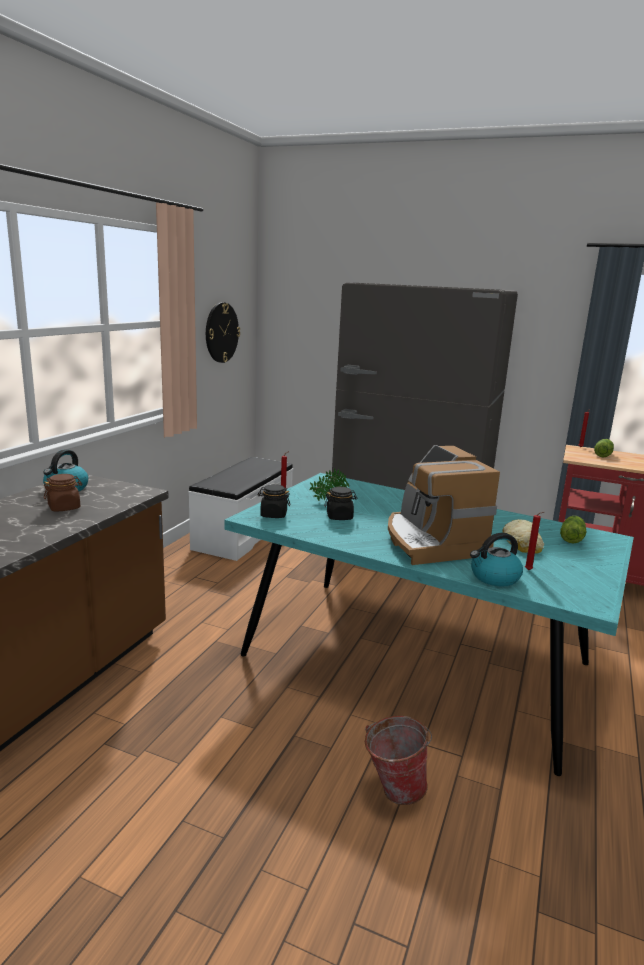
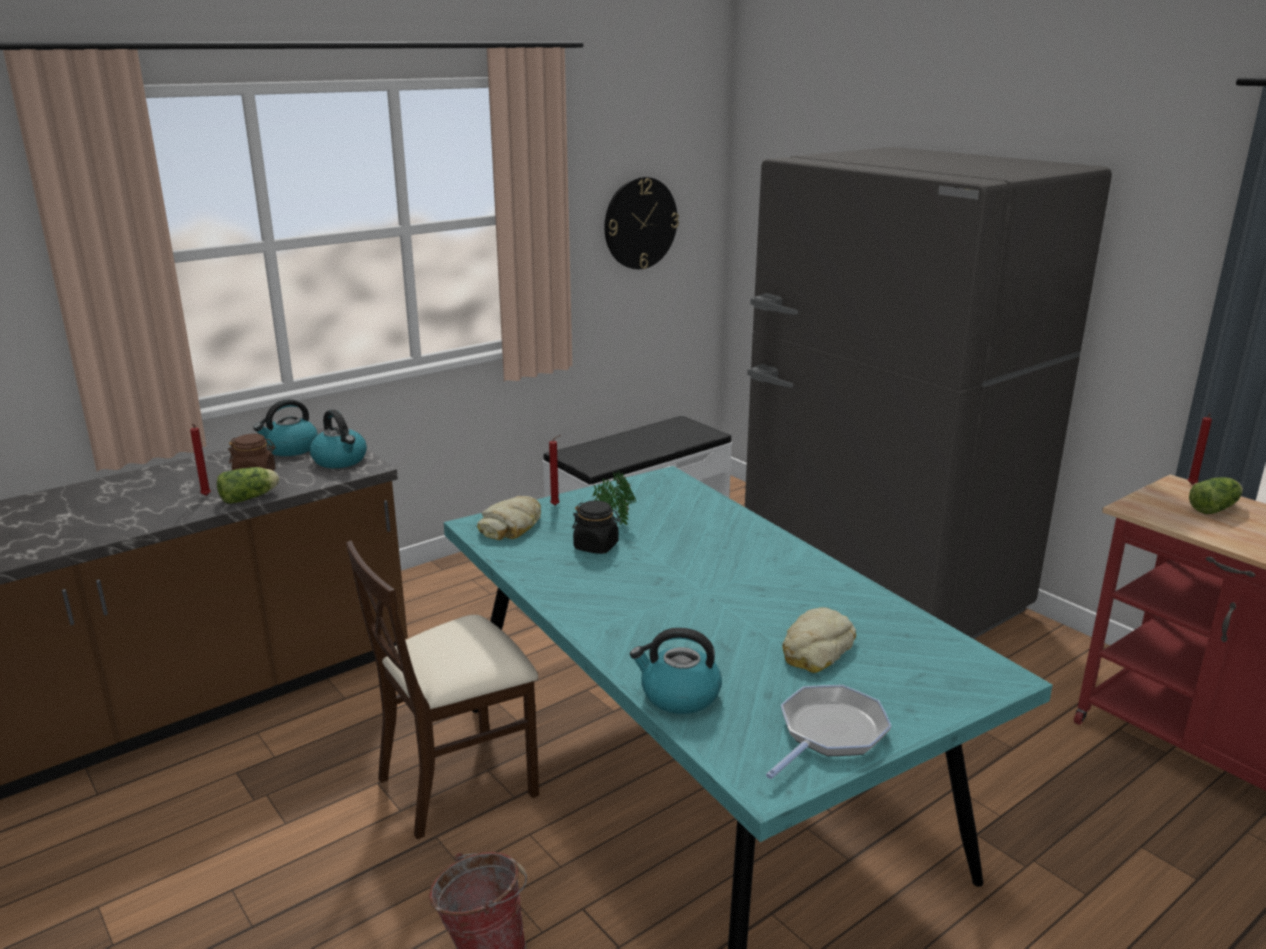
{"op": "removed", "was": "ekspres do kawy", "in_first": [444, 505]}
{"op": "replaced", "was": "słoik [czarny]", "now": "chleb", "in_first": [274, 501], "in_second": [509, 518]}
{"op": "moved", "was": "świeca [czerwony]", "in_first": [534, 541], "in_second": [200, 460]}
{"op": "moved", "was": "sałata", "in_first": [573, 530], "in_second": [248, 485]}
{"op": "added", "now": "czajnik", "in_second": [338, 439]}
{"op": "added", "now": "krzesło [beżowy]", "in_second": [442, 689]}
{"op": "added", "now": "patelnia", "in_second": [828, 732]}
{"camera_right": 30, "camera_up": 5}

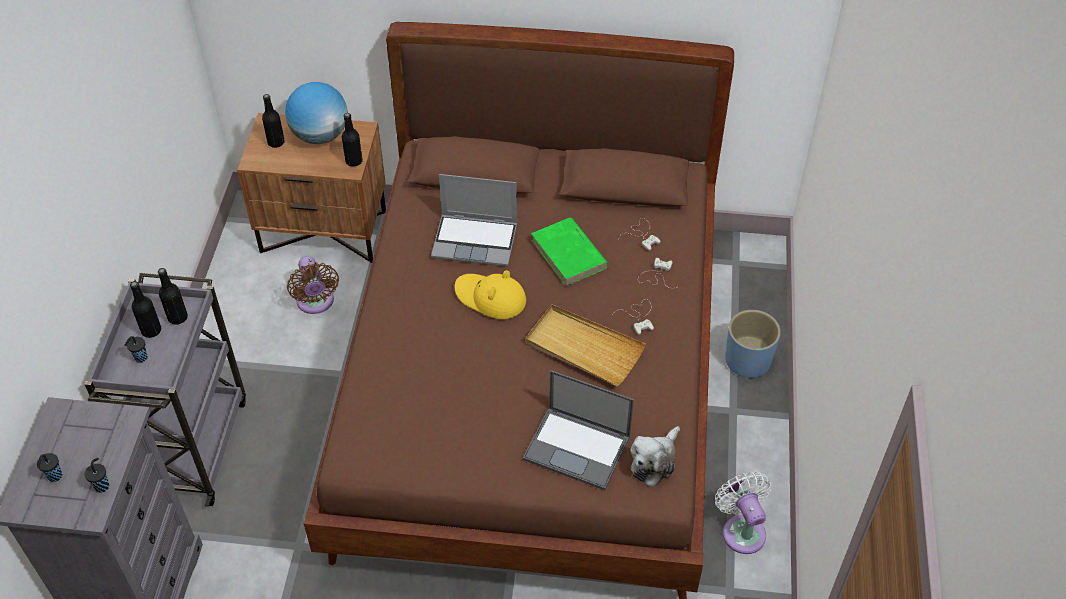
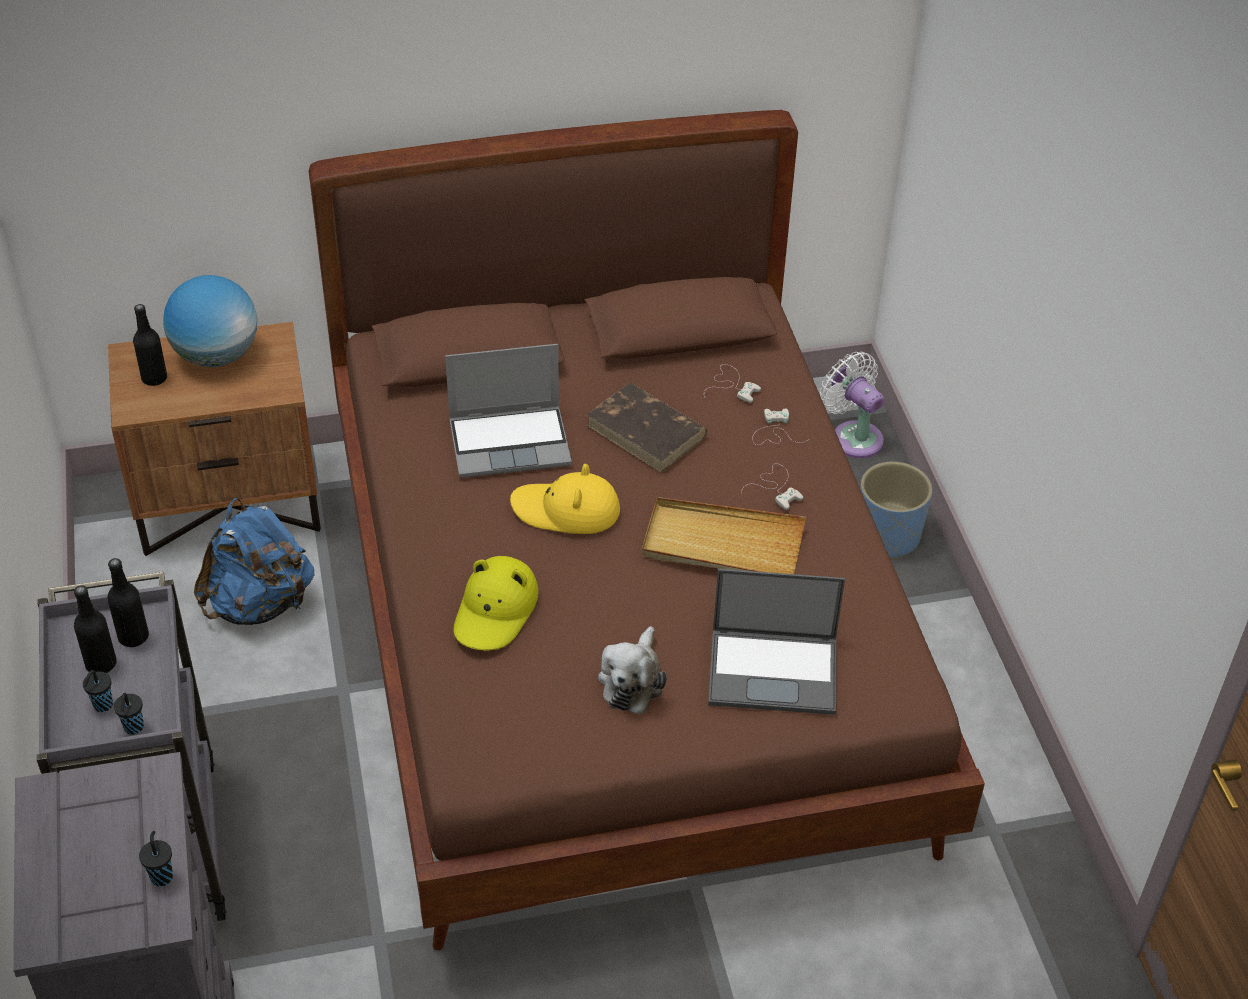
{"op": "removed", "was": "butelka [czarny]", "in_first": [352, 140]}
{"op": "recoloured", "was": "książka [zielony]", "now": "książka [brązowy]", "in_first": [570, 252], "in_second": [647, 428]}
{"op": "replaced", "was": "wentylator [brązowy]", "now": "plecak [niebieski]", "in_first": [313, 285], "in_second": [254, 561]}
{"op": "moved", "was": "pluszak", "in_first": [655, 456], "in_second": [632, 670]}
{"op": "moved", "was": "filiżanka [czarny]", "in_first": [49, 467], "in_second": [129, 714]}
{"op": "moved", "was": "wentylator [biały]", "in_first": [743, 513], "in_second": [852, 405]}
{"op": "added", "now": "kapelusz [żółty]", "in_second": [496, 603]}
{"camera_right": -20, "camera_up": -5}

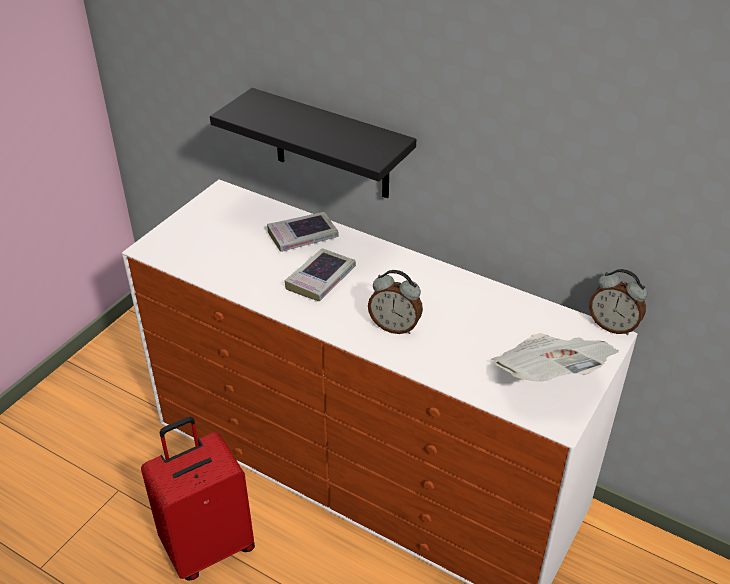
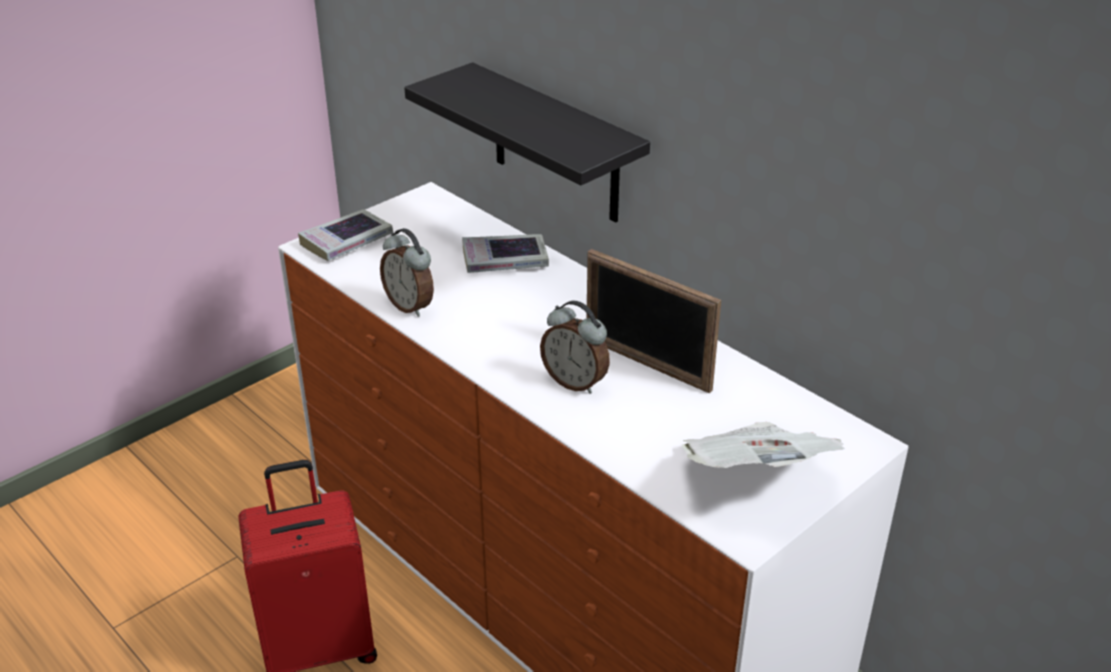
{"op": "moved", "was": "książka", "in_first": [320, 274], "in_second": [345, 235]}
{"op": "moved", "was": "budzik", "in_first": [618, 302], "in_second": [407, 272]}
{"op": "added", "now": "ramka na zdjęcie", "in_second": [653, 321]}
{"camera_right": 15, "camera_up": -5}

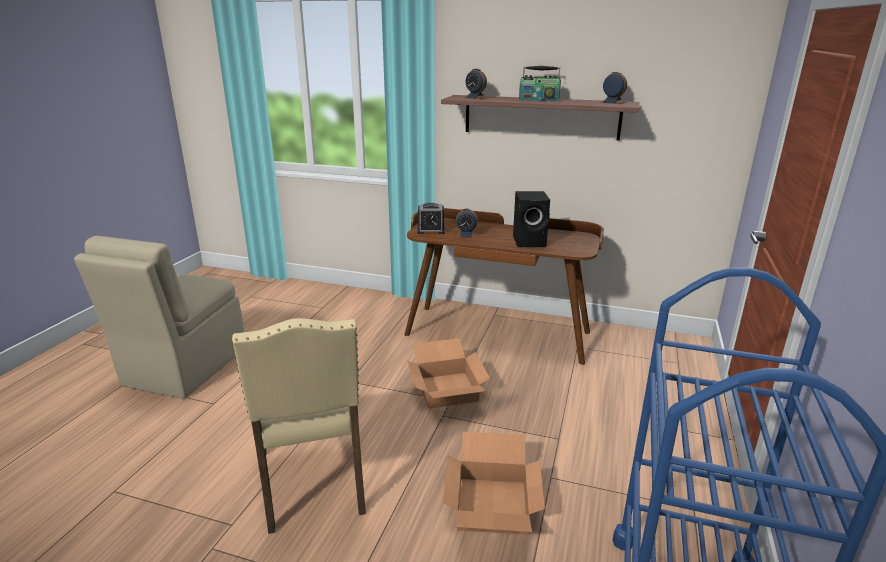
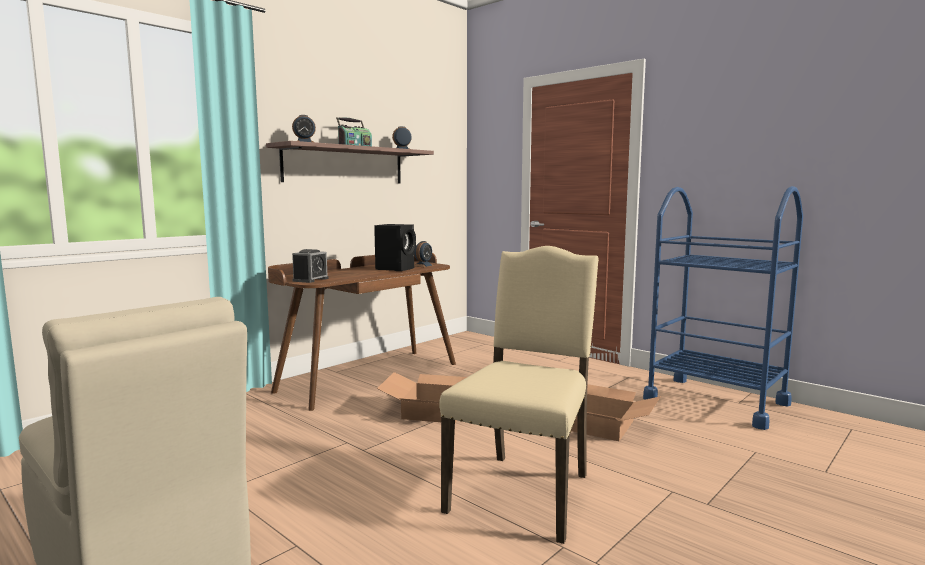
{"op": "moved", "was": "budzik", "in_first": [467, 223], "in_second": [424, 254]}
{"op": "turned", "was": "krzesło [beżowy]", "in_first": [299, 426], "in_second": [519, 395], "clockwise": -75}
{"camera_right": -65, "camera_up": -15}

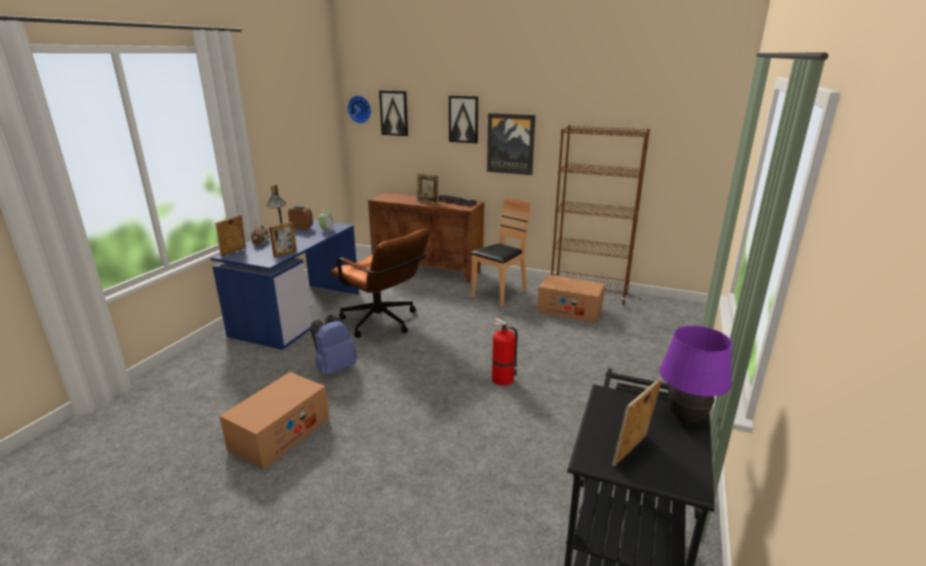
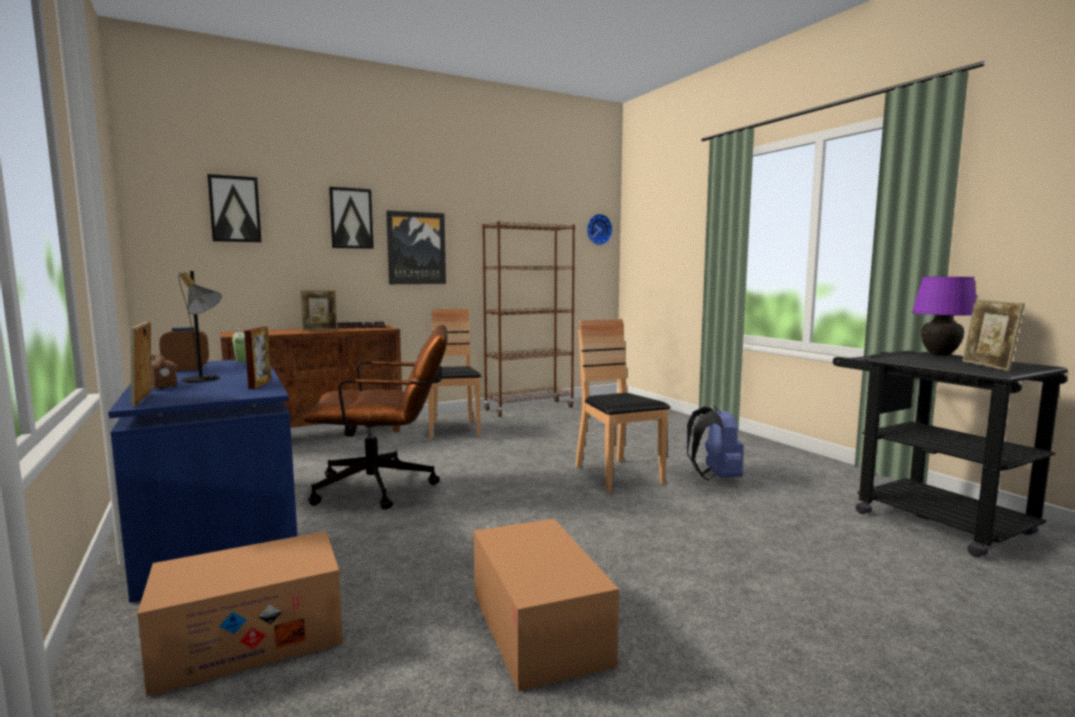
{"op": "moved", "was": "zegar ścienny", "in_first": [359, 109], "in_second": [600, 230]}
{"op": "moved", "was": "karton", "in_first": [571, 299], "in_second": [240, 614]}
{"op": "moved", "was": "plecak [niebieski]", "in_first": [334, 345], "in_second": [715, 443]}
{"op": "replaced", "was": "gaśnica", "now": "krzesło [brązowy]", "in_first": [505, 352], "in_second": [622, 406]}
{"camera_right": -50, "camera_up": -15}

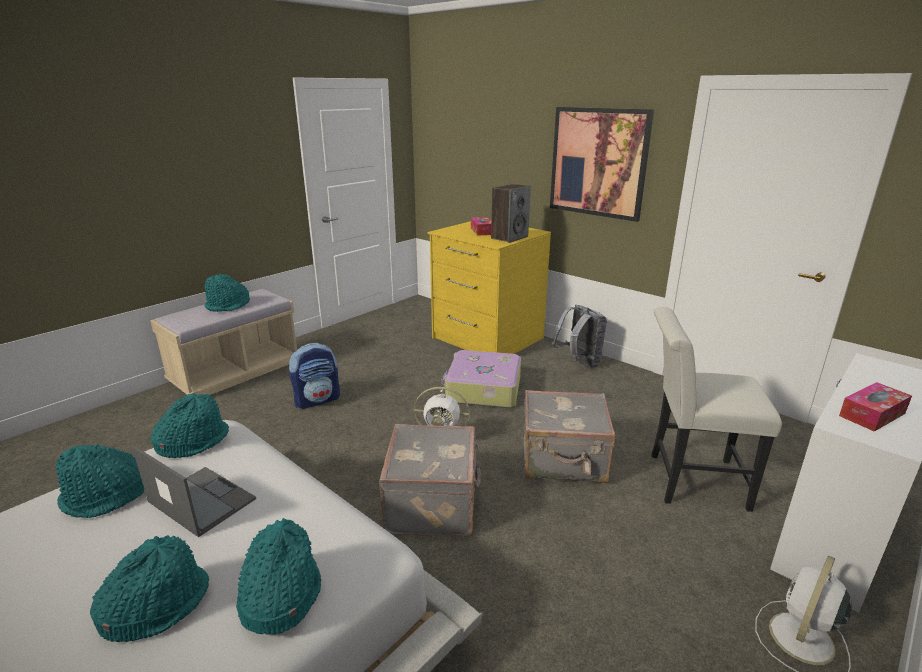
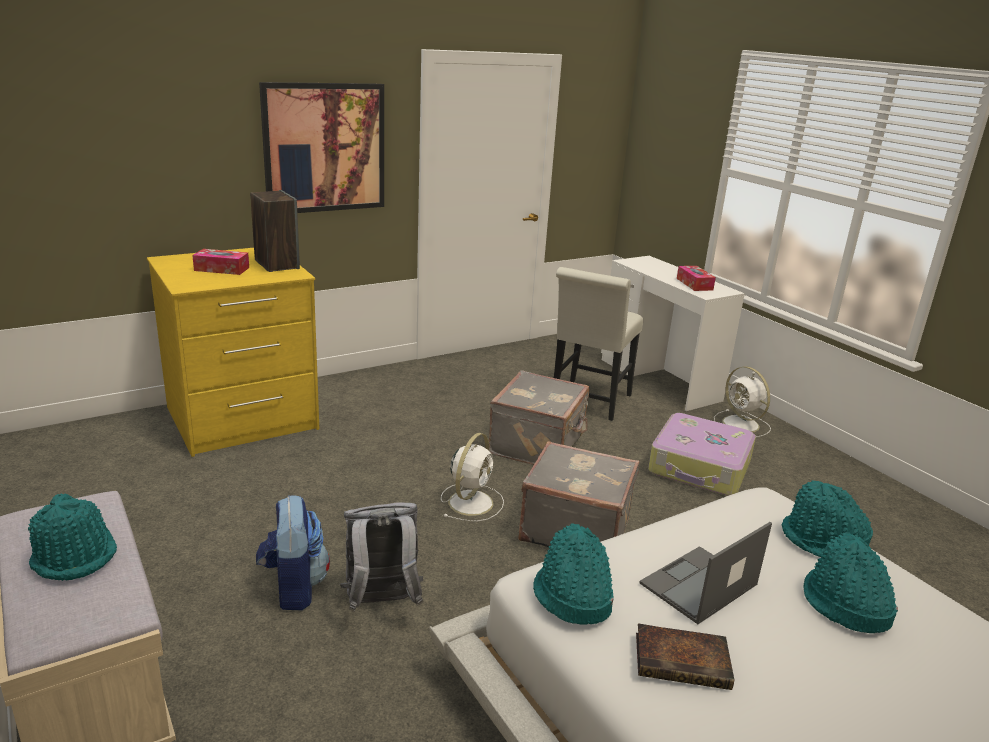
{"op": "moved", "was": "plecak [szary]", "in_first": [579, 336], "in_second": [381, 557]}
{"op": "moved", "was": "walizka", "in_first": [481, 379], "in_second": [702, 454]}
{"op": "replaced", "was": "kapelusz [turkusowy]", "now": "książka", "in_first": [100, 481], "in_second": [685, 656]}
{"camera_right": -75, "camera_up": 0}

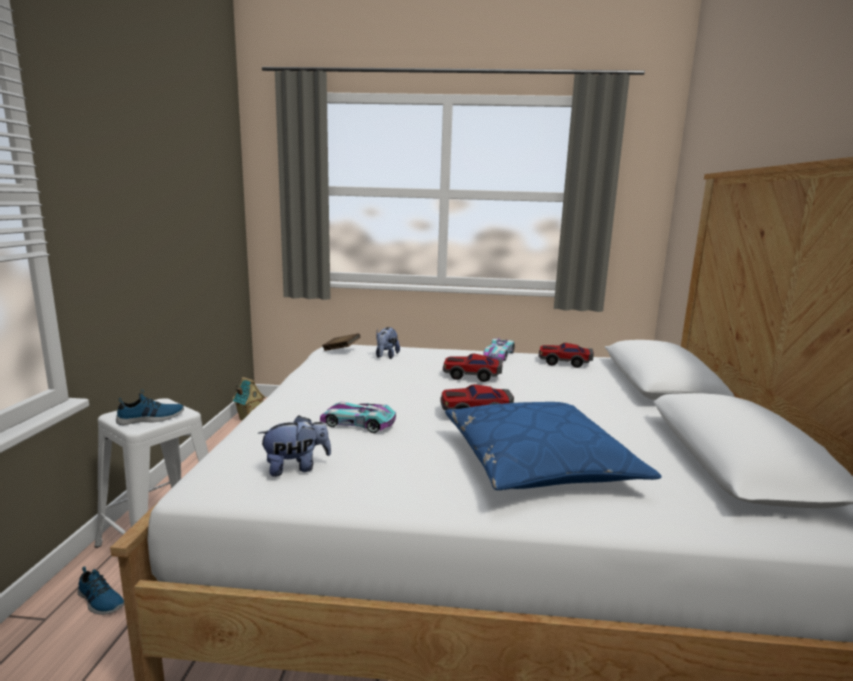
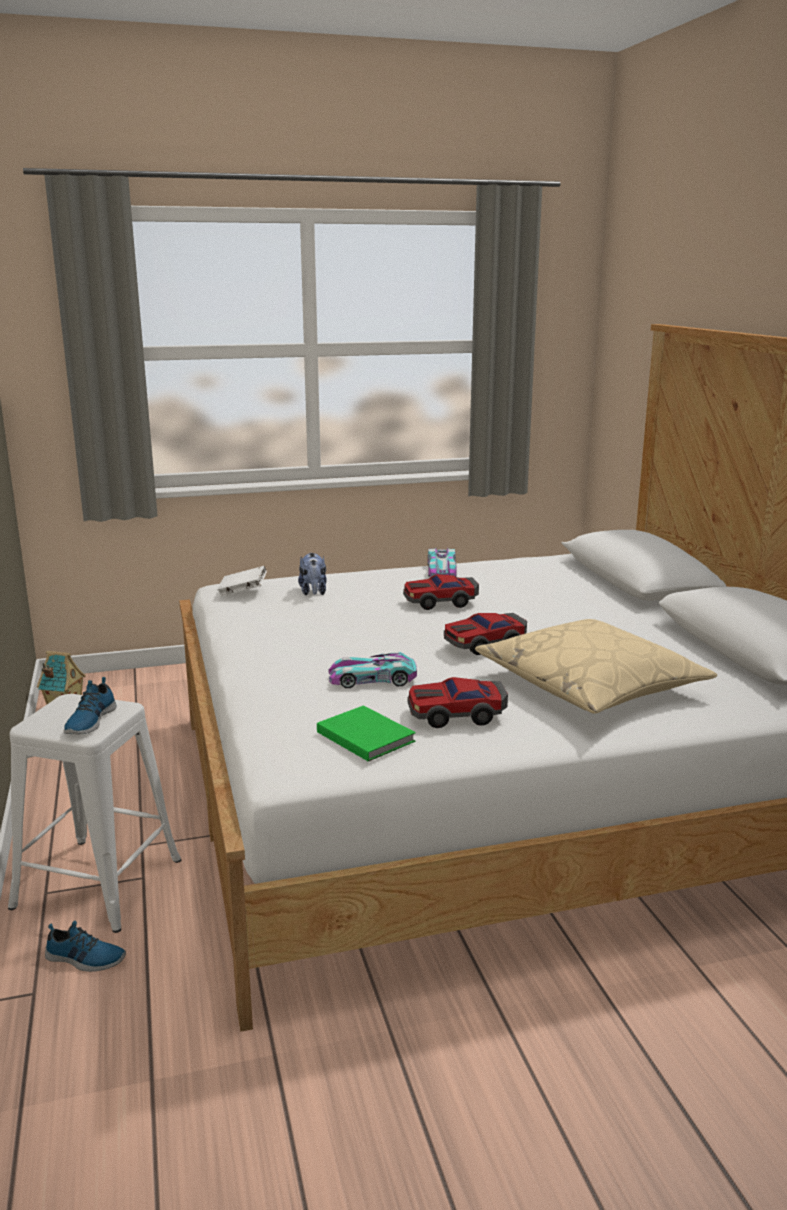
{"op": "recoloured", "was": "książka [brązowy]", "now": "książka [biały]", "in_first": [341, 342], "in_second": [242, 581]}
{"op": "moved", "was": "samochodzik", "in_first": [566, 355], "in_second": [458, 702]}
{"op": "turned", "was": "but", "in_first": [150, 407], "in_second": [90, 705], "clockwise": 150}
{"op": "recoloured", "was": "poduszka [niebieski]", "now": "poduszka [beżowy]", "in_first": [553, 446], "in_second": [596, 666]}
{"op": "replaced", "was": "pluszak", "now": "książka [zielony]", "in_first": [294, 446], "in_second": [366, 733]}
{"camera_right": -20, "camera_up": 5}

